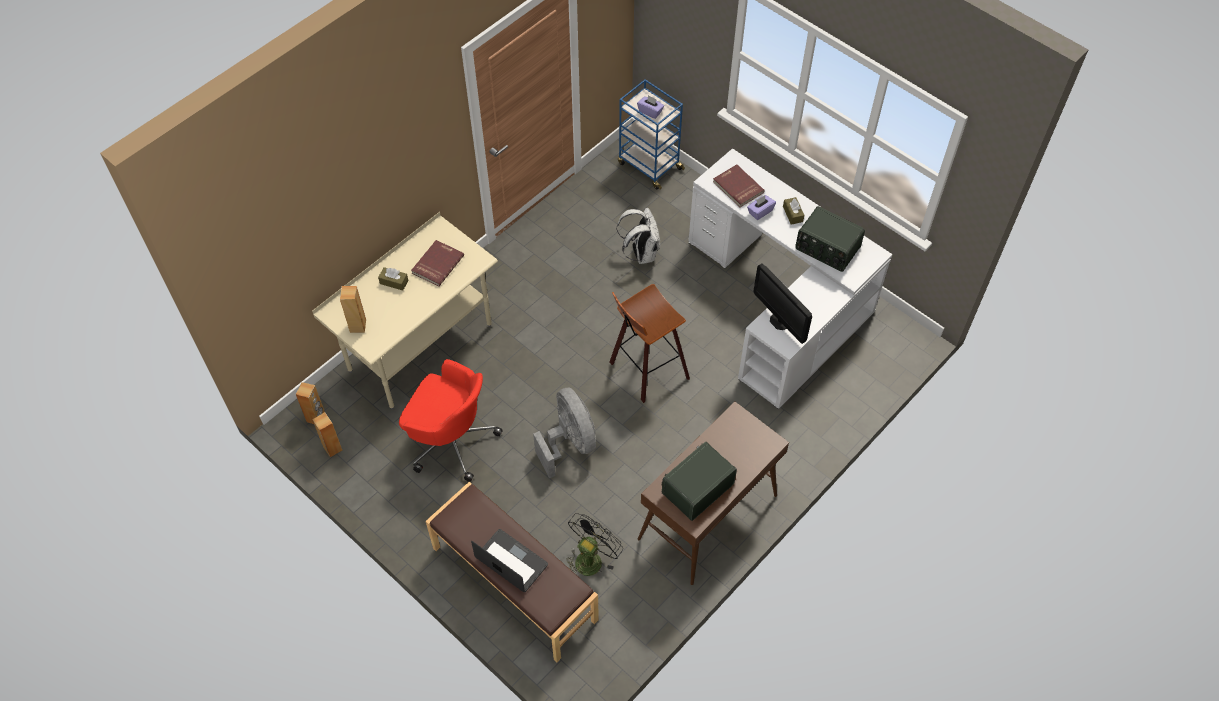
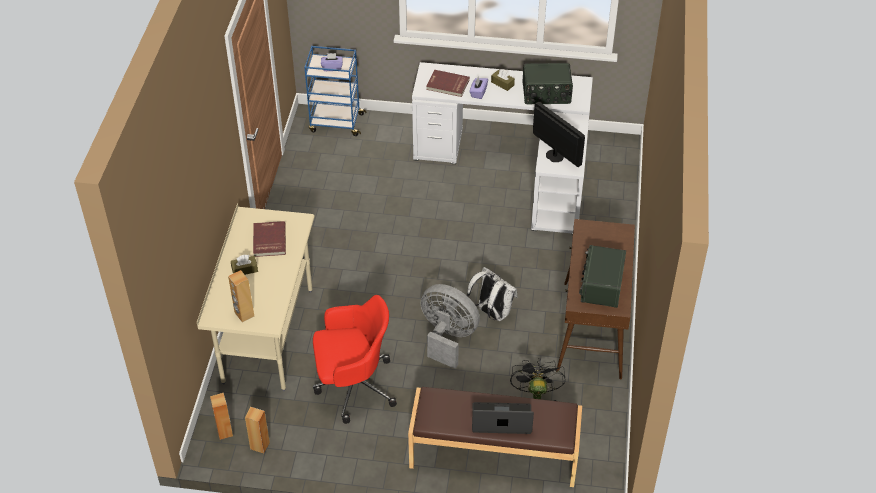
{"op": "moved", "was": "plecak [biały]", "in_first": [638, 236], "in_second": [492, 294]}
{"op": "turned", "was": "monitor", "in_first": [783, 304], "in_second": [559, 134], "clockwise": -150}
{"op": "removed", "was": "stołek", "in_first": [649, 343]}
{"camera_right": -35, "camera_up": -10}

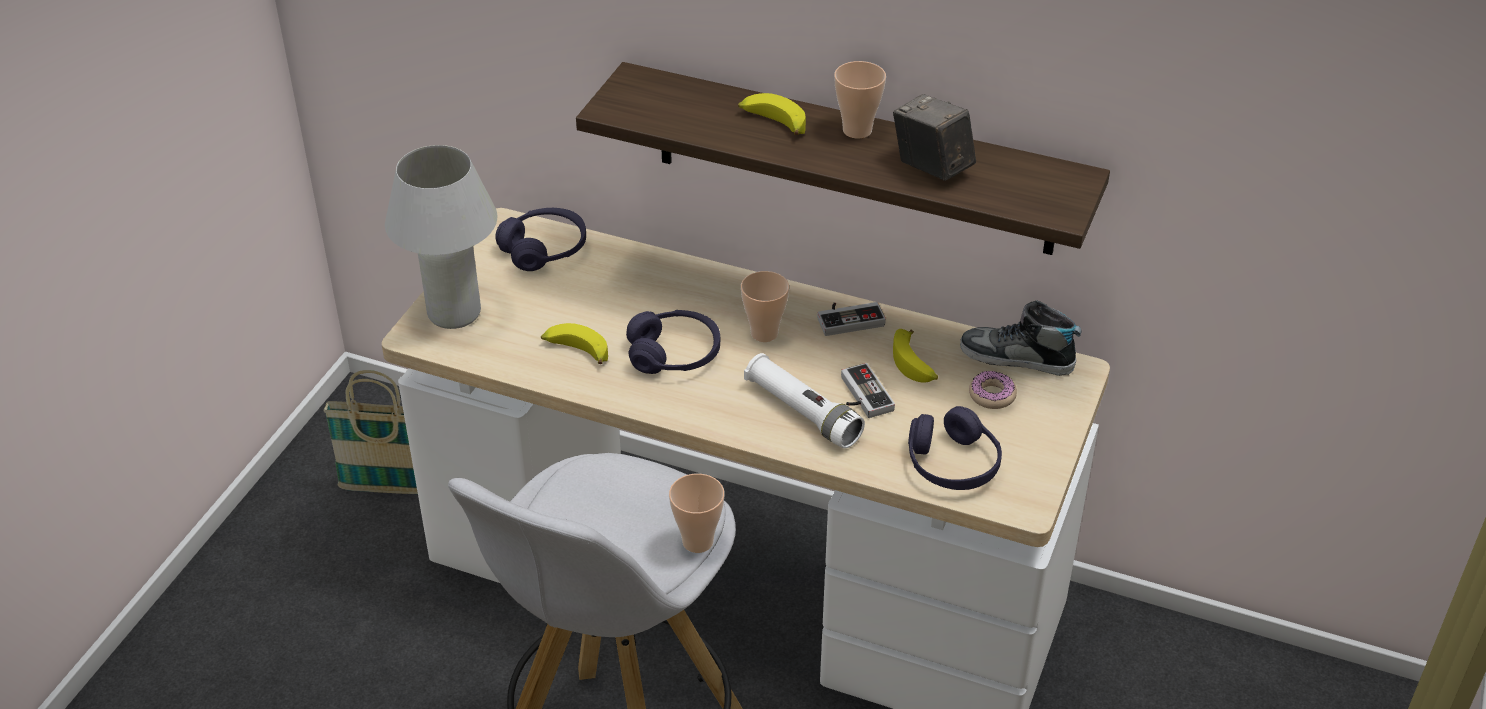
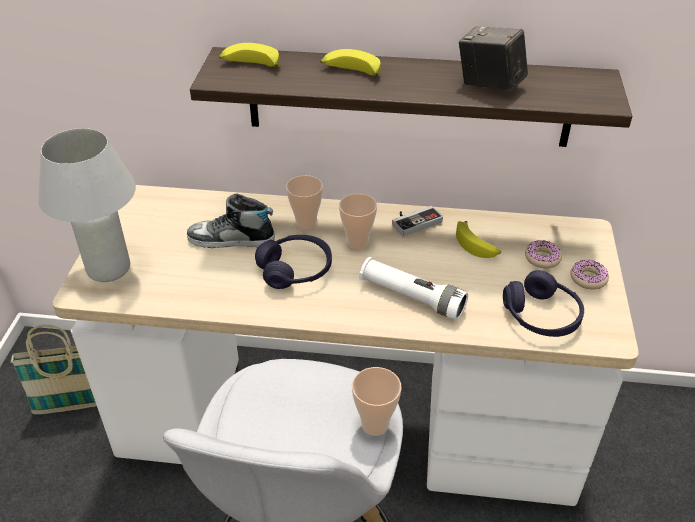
{"op": "moved", "was": "filiżanka", "in_first": [860, 100], "in_second": [304, 202]}
{"op": "removed", "was": "słuchawki [fioletowy]", "in_first": [540, 239]}
{"op": "moved", "was": "but", "in_first": [1021, 338], "in_second": [231, 220]}
{"op": "moved", "was": "banan", "in_first": [574, 343], "in_second": [249, 55]}
{"op": "removed", "was": "pad do gier", "in_first": [868, 390]}
{"op": "added", "now": "donut", "in_second": [589, 274]}
{"camera_right": -15, "camera_up": 0}

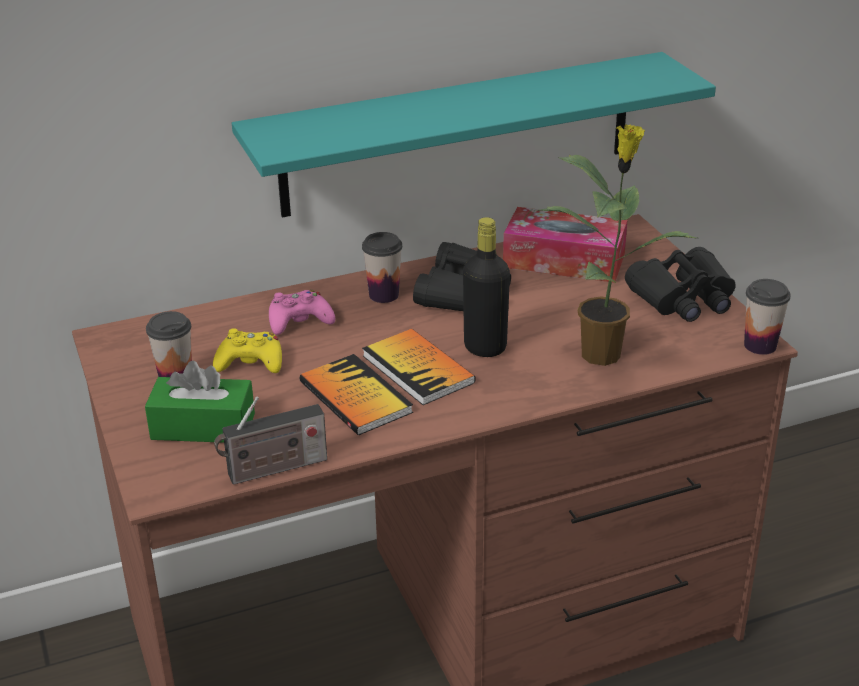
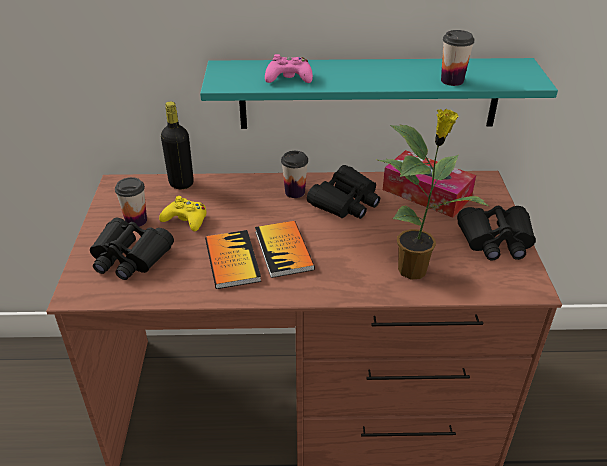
{"op": "moved", "was": "butelka [czarny]", "in_first": [486, 287], "in_second": [177, 145]}
{"op": "moved", "was": "filiżanka", "in_first": [767, 317], "in_second": [458, 58]}
{"op": "moved", "was": "pad do gier [różowy]", "in_first": [302, 312], "in_second": [289, 68]}
{"op": "replaced", "was": "pudełko chusteczek [zielony]", "now": "lornetka [czarny]", "in_first": [200, 402], "in_second": [132, 248]}
{"op": "removed", "was": "radio", "in_first": [270, 440]}
{"camera_right": 20, "camera_up": 5}

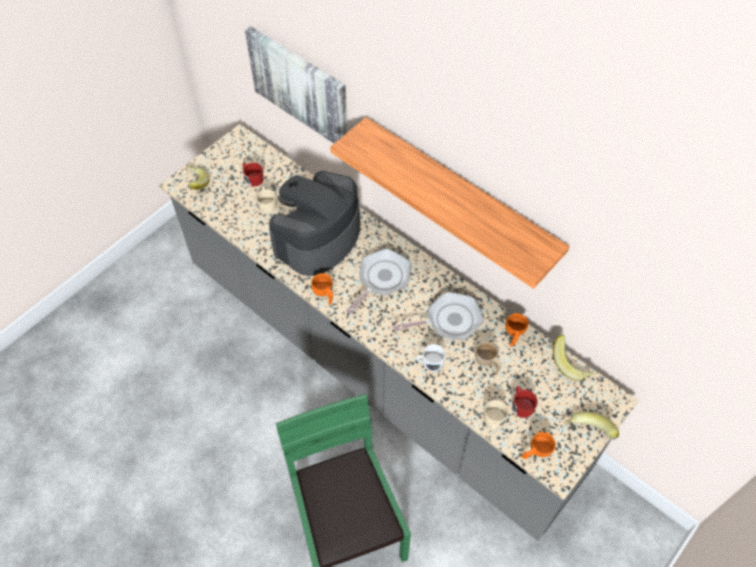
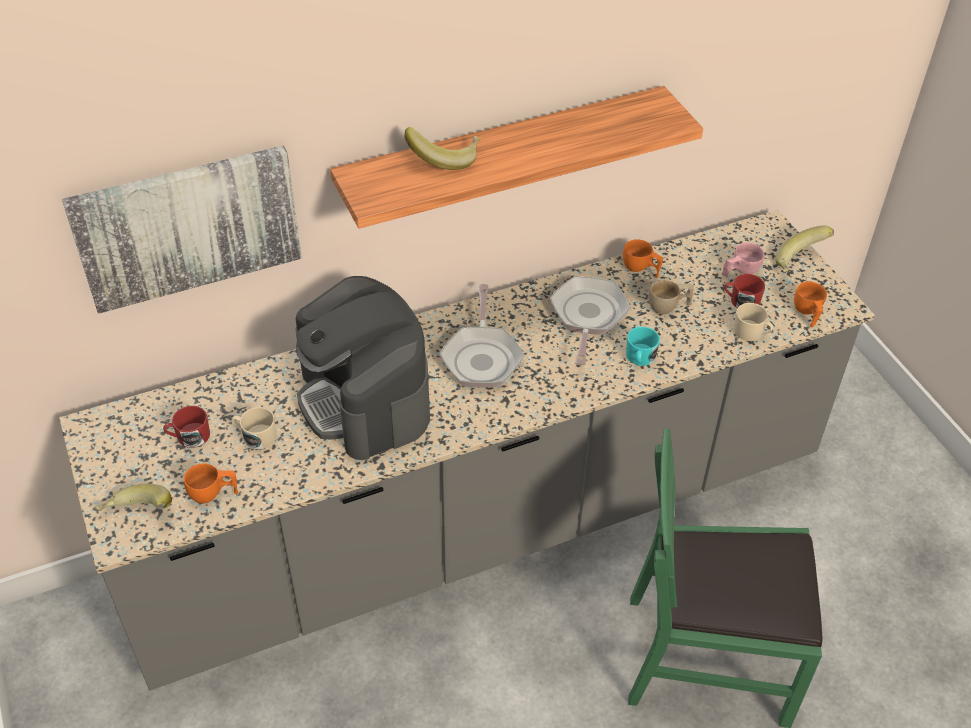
{"op": "turned", "was": "patelnia", "in_first": [378, 281], "in_second": [481, 336], "clockwise": -150}
{"op": "moved", "was": "filiżanka [pomarańczowy]", "in_first": [322, 289], "in_second": [211, 483]}
{"op": "moved", "was": "banan", "in_first": [574, 358], "in_second": [442, 148]}
{"op": "recoloured", "was": "kubek [biały]", "now": "kubek [turkusowy]", "in_first": [431, 357], "in_second": [643, 346]}
{"op": "added", "now": "filiżanka [różowy]", "in_second": [743, 259]}
{"camera_right": -65, "camera_up": -10}

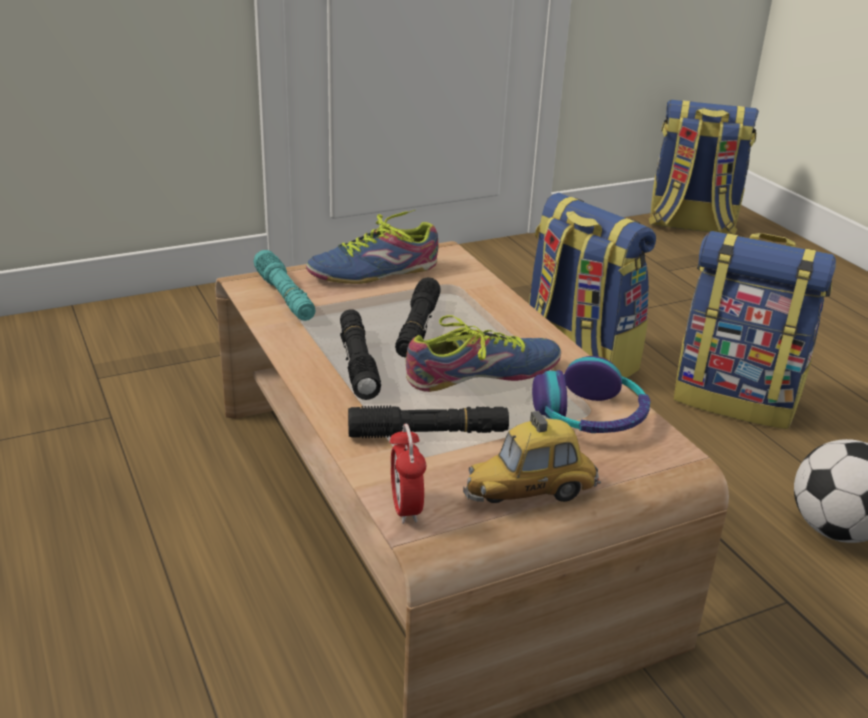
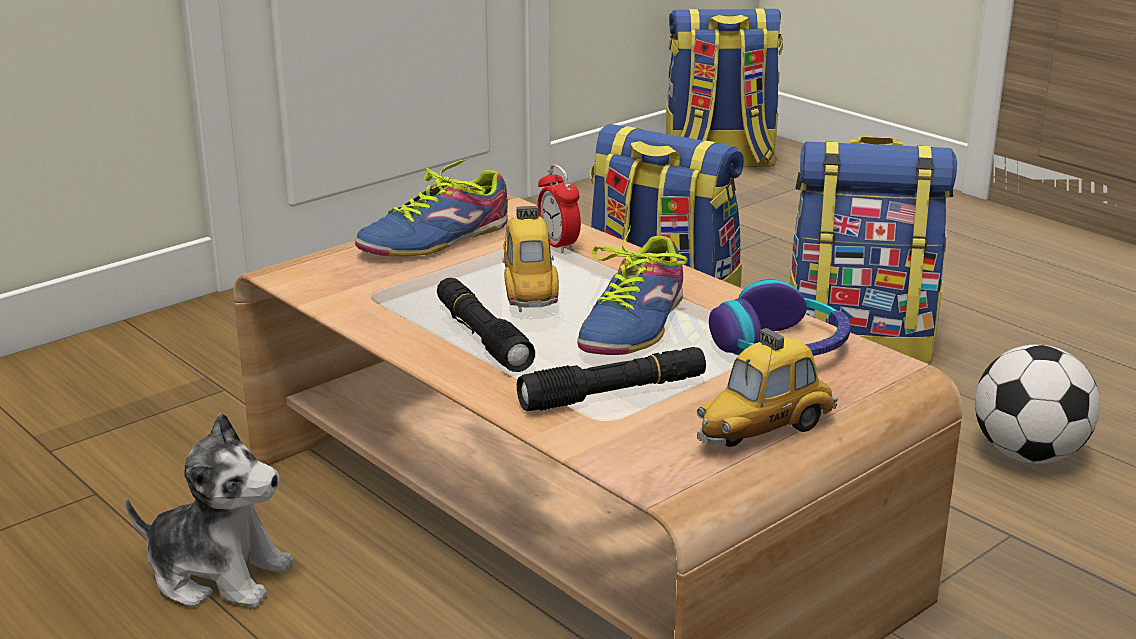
{"op": "removed", "was": "latarka [turkusowy]", "in_first": [284, 285]}
{"op": "replaced", "was": "latarka [czarny]", "now": "samochodzik", "in_first": [417, 317], "in_second": [530, 258]}
{"op": "turned", "was": "but", "in_first": [483, 353], "in_second": [632, 290], "clockwise": 150}
{"op": "moved", "was": "budzik", "in_first": [408, 474], "in_second": [559, 208]}
{"op": "added", "now": "pluszak", "in_second": [209, 510]}
{"camera_right": -15, "camera_up": -5}

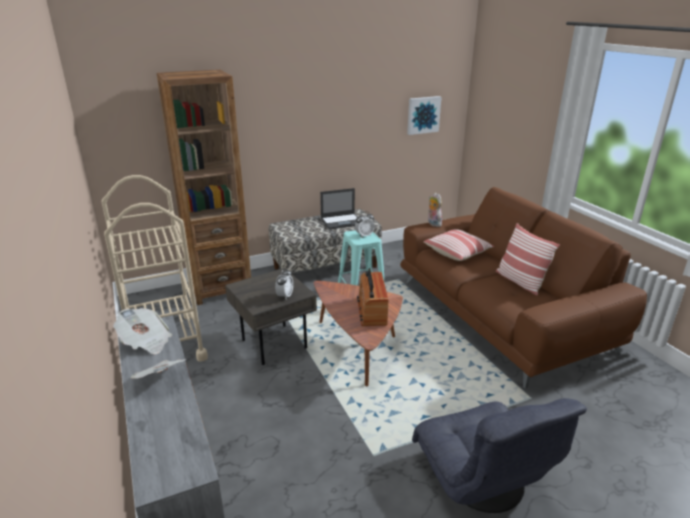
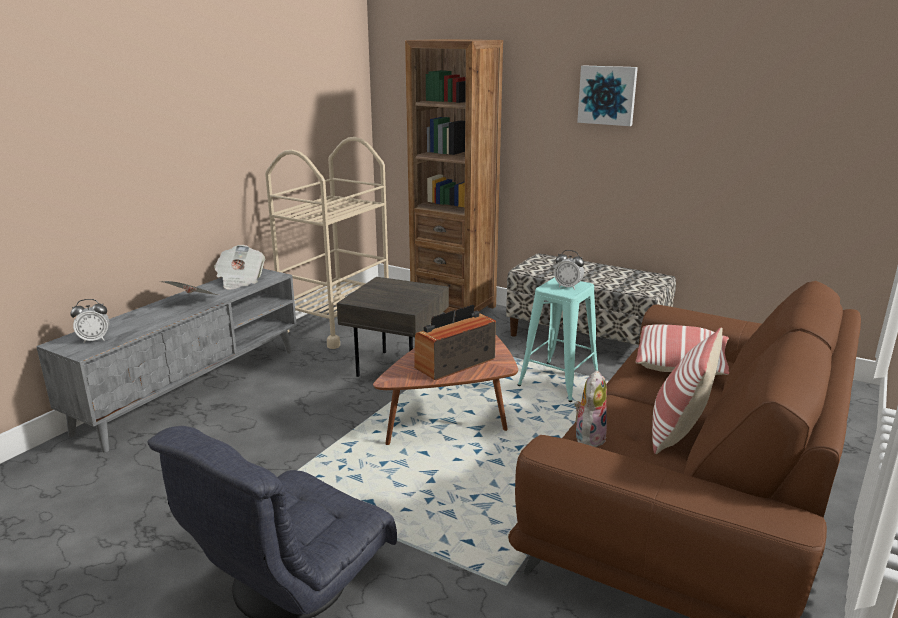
{"op": "moved", "was": "obraz", "in_first": [424, 115], "in_second": [607, 96]}
{"op": "removed", "was": "laptop", "in_first": [338, 208]}
{"op": "moved", "was": "pluszak", "in_first": [435, 210], "in_second": [590, 408]}
{"op": "moved", "was": "budzik", "in_first": [284, 283], "in_second": [89, 321]}
{"camera_right": 55, "camera_up": -5}

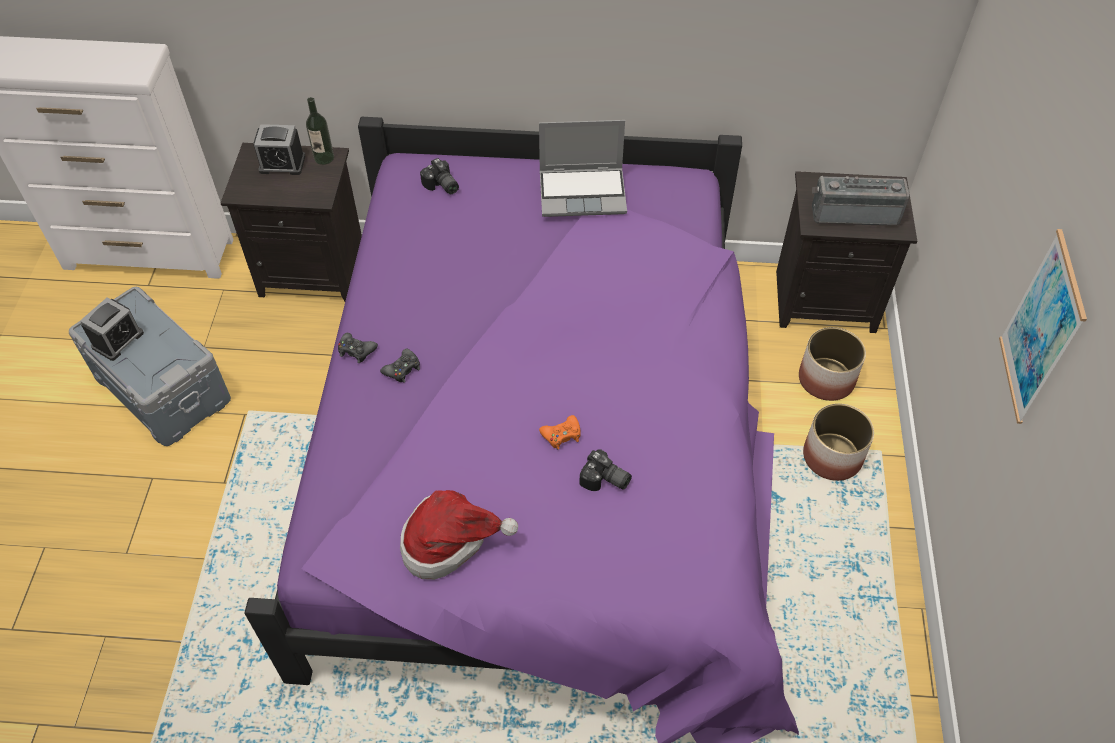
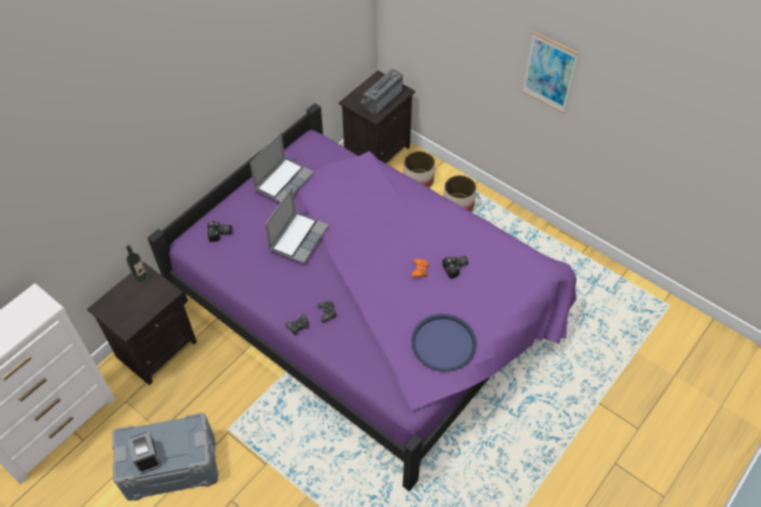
{"op": "removed", "was": "budzik", "in_first": [279, 149]}
{"op": "replaced", "was": "kapelusz", "now": "taca [niebieski]", "in_first": [459, 535], "in_second": [444, 343]}
{"op": "added", "now": "laptop", "in_second": [297, 225]}
{"camera_right": -55, "camera_up": 0}

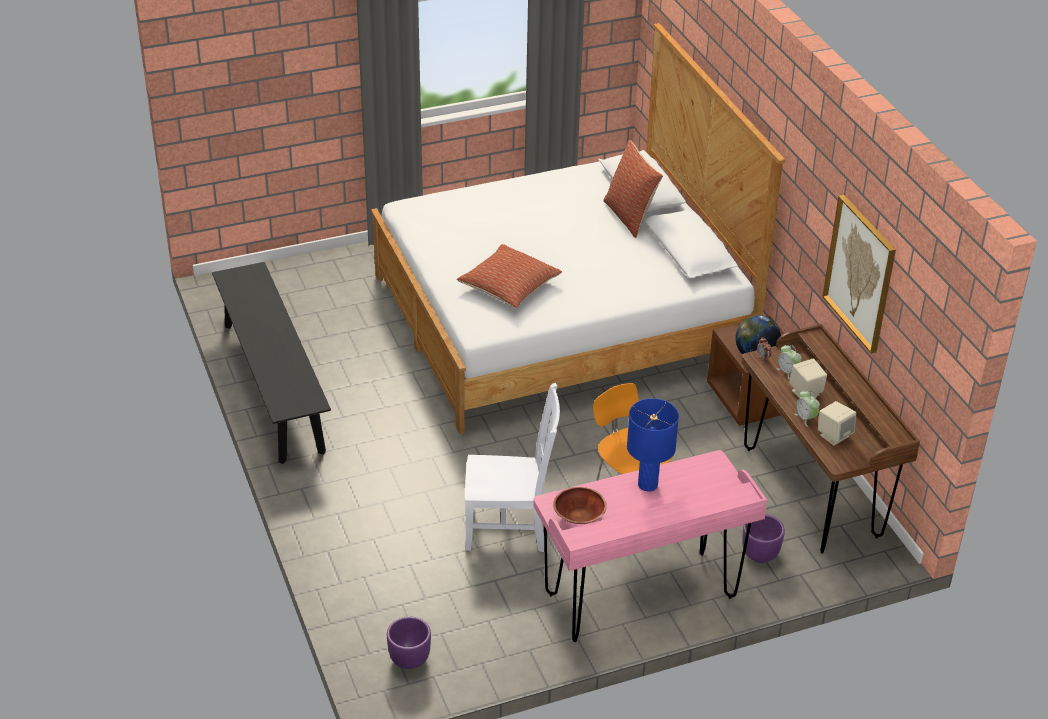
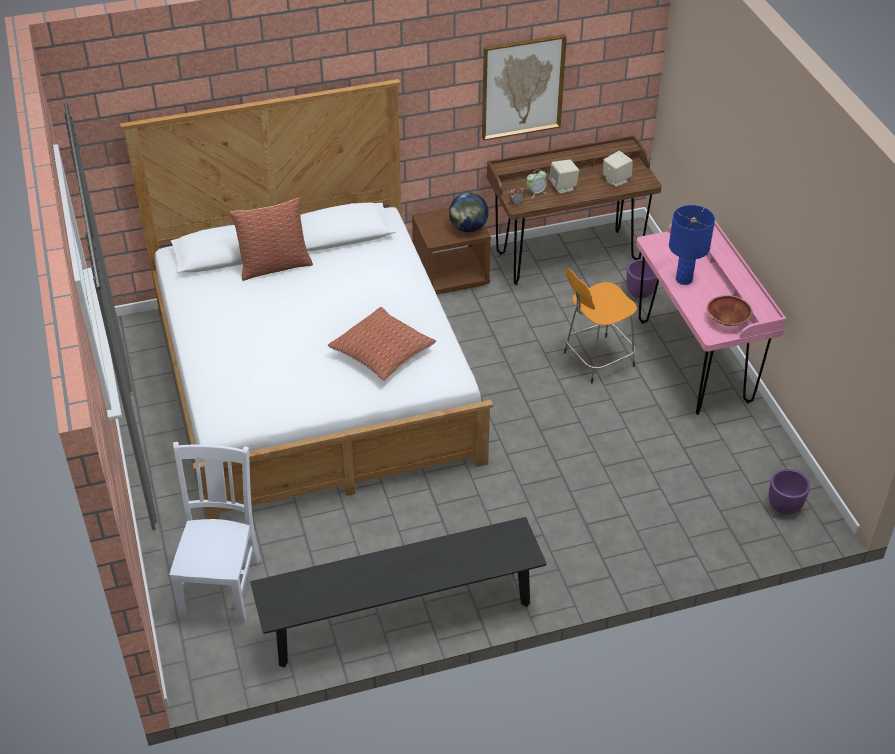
{"op": "moved", "was": "krzesło [biały]", "in_first": [512, 467], "in_second": [215, 532]}
{"op": "removed", "was": "budzik", "in_first": [807, 408]}
{"camera_right": -85, "camera_up": 5}

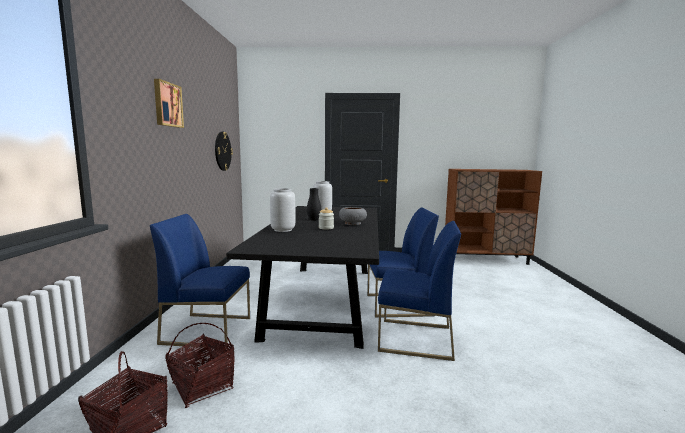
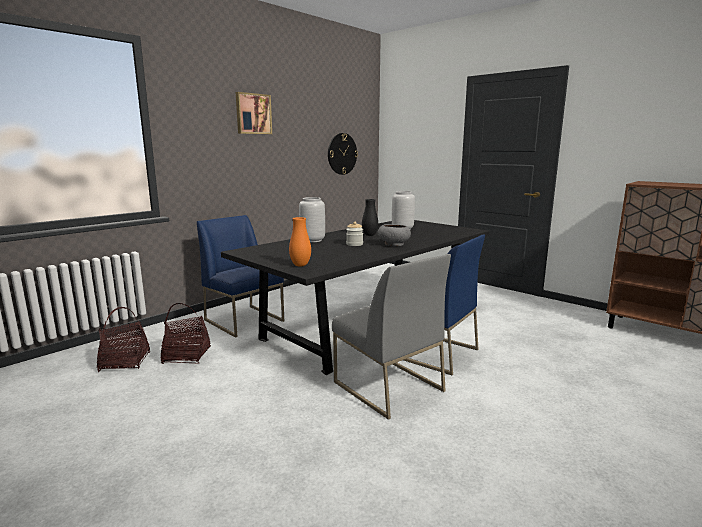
{"op": "recoloured", "was": "krzesło [niebieski]", "now": "krzesło [szary]", "in_first": [419, 291], "in_second": [391, 337]}
{"op": "added", "now": "wazon [pomarańczowy]", "in_second": [300, 242]}
{"camera_right": 40, "camera_up": 5}

